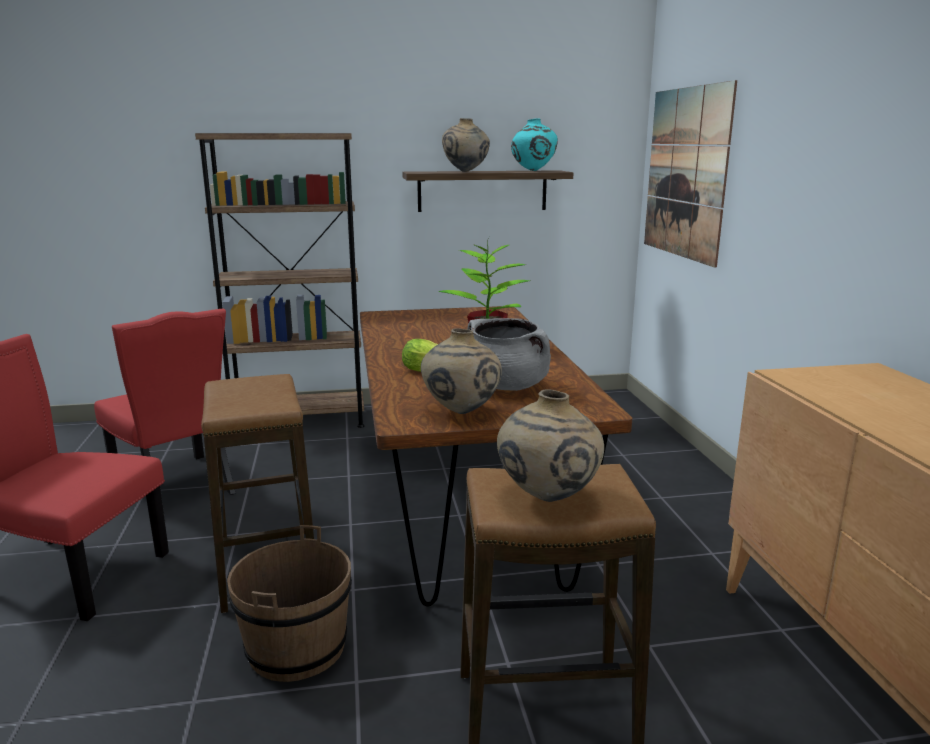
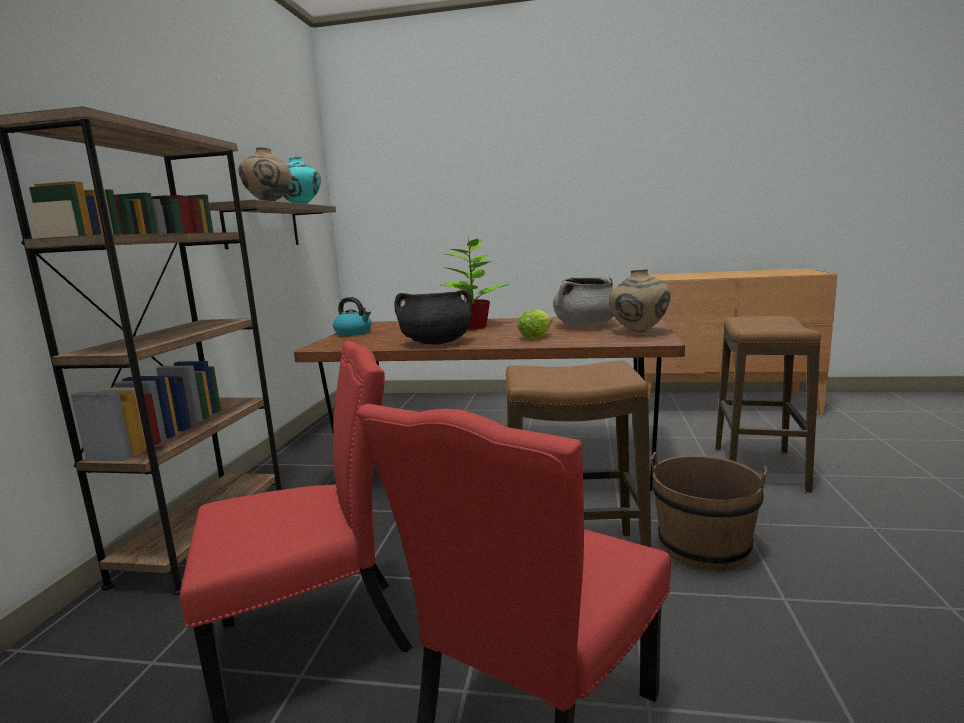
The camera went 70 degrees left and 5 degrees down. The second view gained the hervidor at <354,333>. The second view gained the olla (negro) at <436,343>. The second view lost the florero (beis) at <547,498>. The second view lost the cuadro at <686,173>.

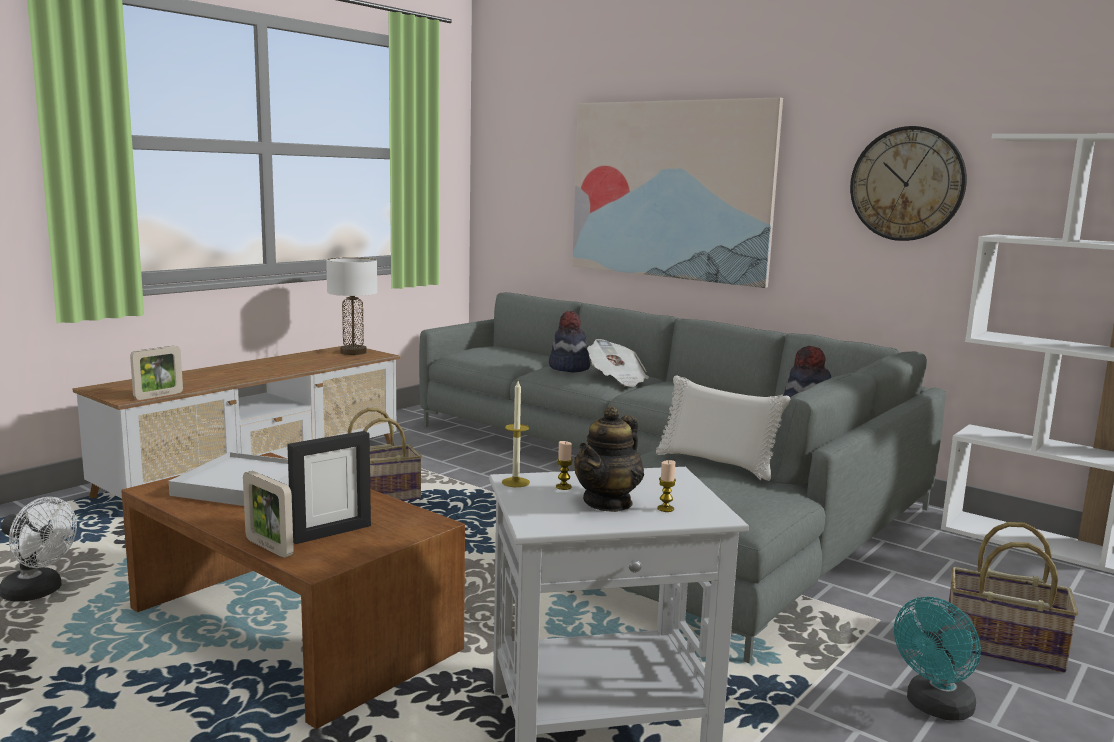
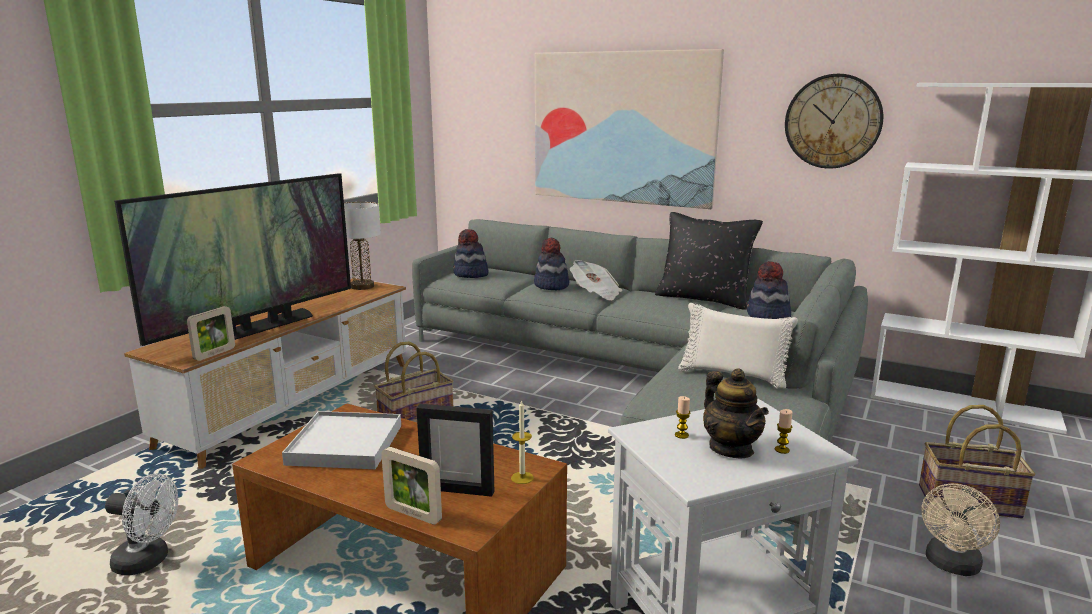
The camera went 10 degrees left and 5 degrees up. The second view gained the televisor at <258,328>. The portarretratos at <331,532> ended up facing another way, 60 degrees clockwise from before. The second view gained the sombrero at <470,274>. The vela ended up elsewhere, having gone from <515,482> to <522,478>. The second view gained the cojín (negro) at <704,299>. The tetera at <608,502> ended up facing another way, 45 degrees counterclockwise from before. What was the ventilador (turquesa) at <935,708> turned into the ventilador (beis) at <951,566>.

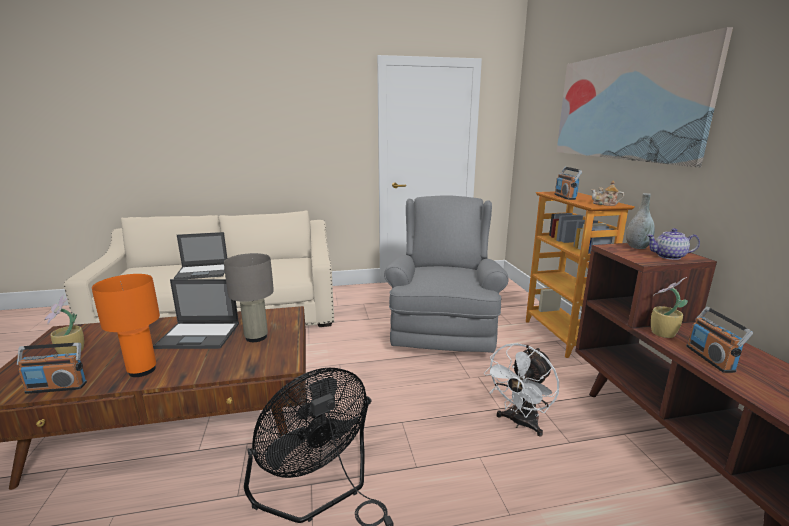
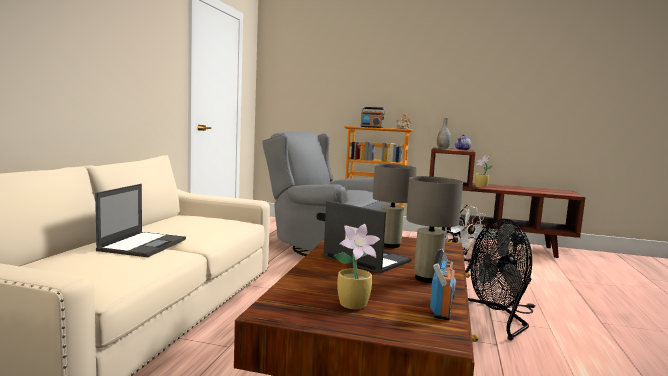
The camera went 65 degrees left and 10 degrees down. The portátil at <200,335> ended up facing another way, 75 degrees counterclockwise from before. What was the lámpara de mesa (naranja) at <142,371> turned into the lámpara de mesa (gris) at <428,278>. The second view lost the cuadro at <623,106>. The second view lost the radio at <710,358>.

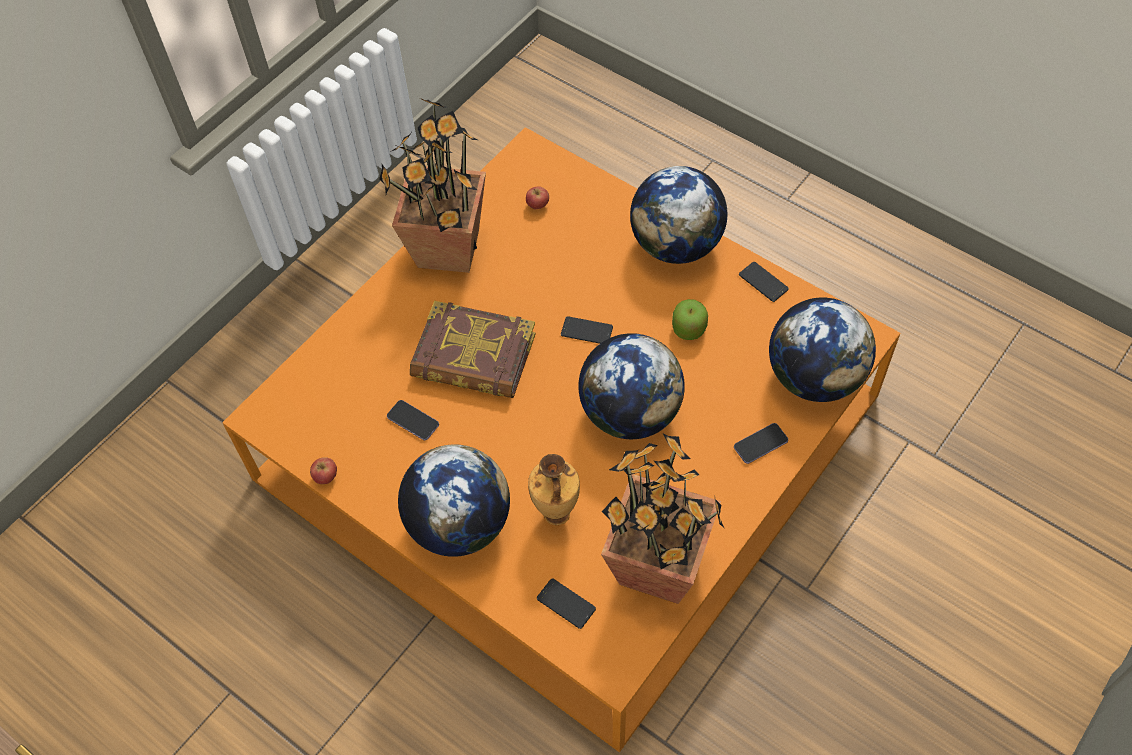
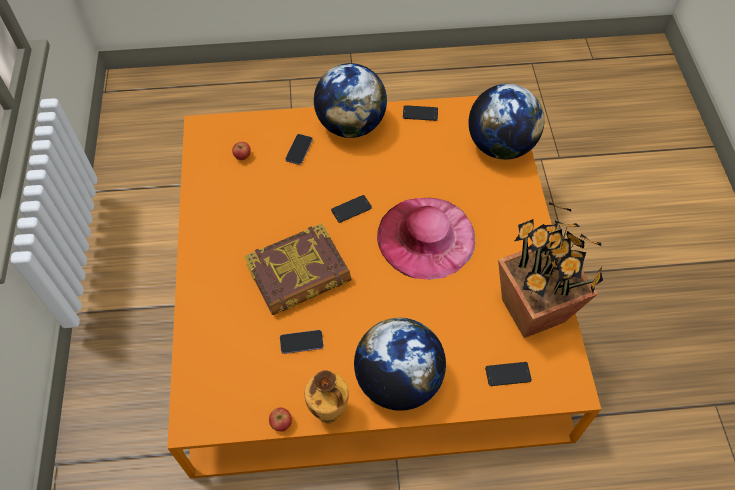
The camera went 45 degrees left and 0 degrees up. The móvil ended up elsewhere, having gone from <760,444> to <299,150>. The florero ended up elsewhere, having gone from <556,515> to <329,414>. Where the globo terráqueo stood at <630,412>, the sombrero (rosa) came to stand at <426,237>. The second view lost the planta en maceta at <447,249>. The second view lost the manzana at <689,329>.

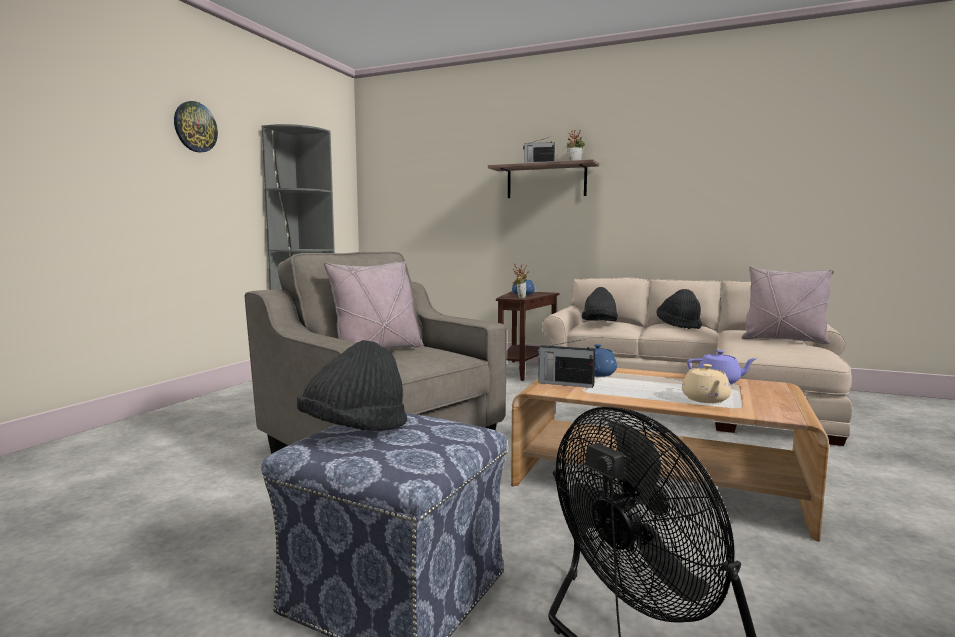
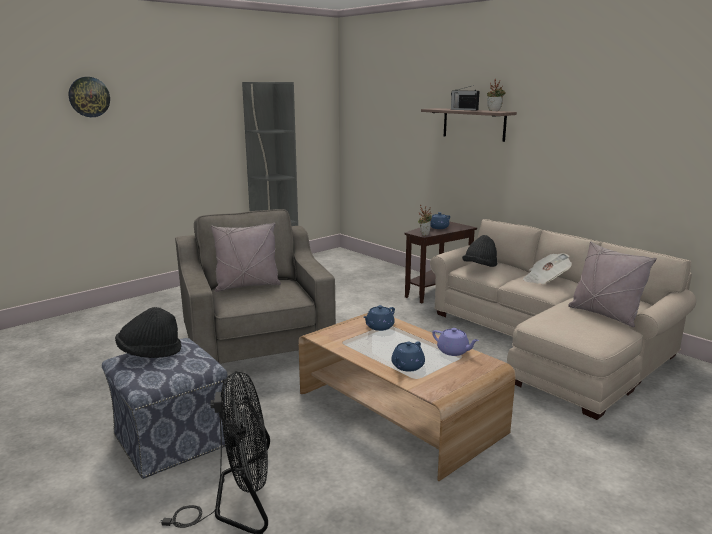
The camera went 25 degrees right and 10 degrees up. The reloj de pared ended up elsewhere, having gone from <195,127> to <89,97>. What was the tetera (beis) at <705,399> turned into the tetera (azul) at <407,366>. Where the sombrero (negro) stood at <678,326>, the periódico came to stand at <545,280>. The second view lost the radio at <565,383>.

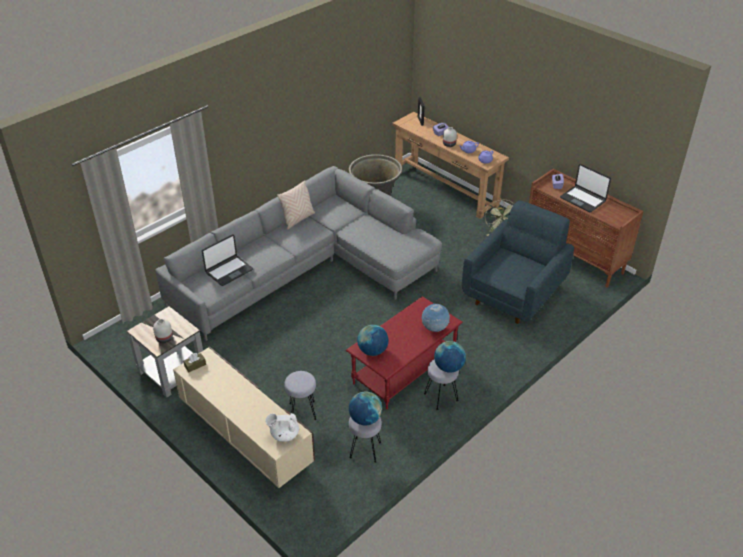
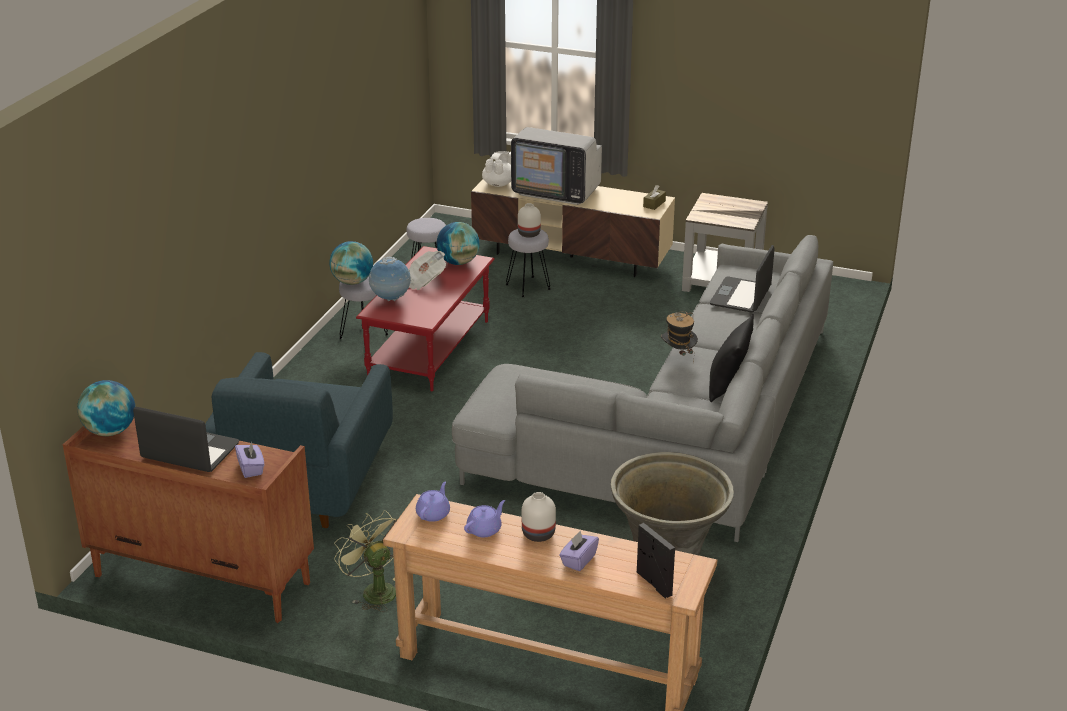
The camera went 155 degrees right and 10 degrees down. The globo terráqueo ended up elsewhere, having gone from <365,419> to <110,431>. The second view gained the periódico at <423,282>. The tetera (blanco) at <284,434> ended up facing another way, 45 degrees counterclockwise from before. The second view gained the televisor at <556,191>. The florero (blanco) ended up elsewhere, having gone from <164,339> to <528,234>. The second view gained the sombrero at <678,356>. What was the cojín (beis) at <298,219> turned into the cojín (negro) at <727,387>.

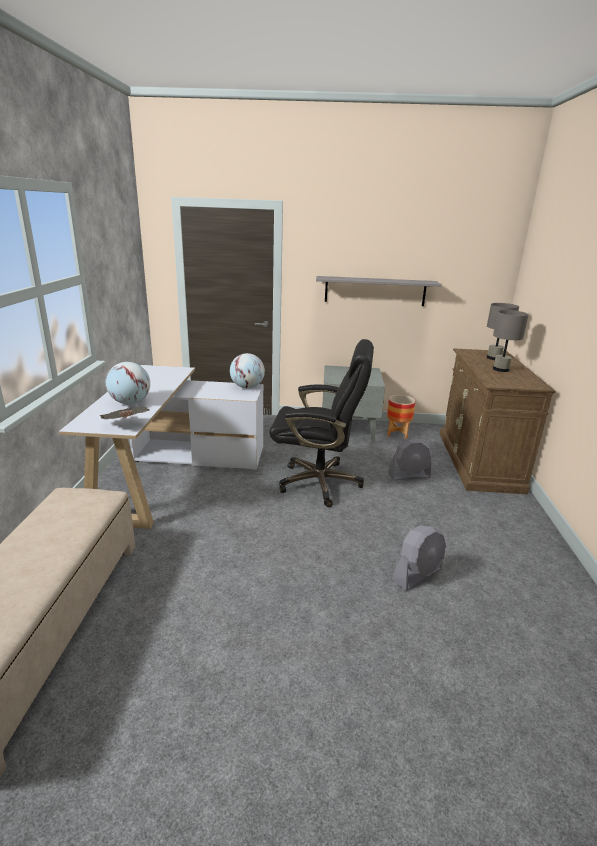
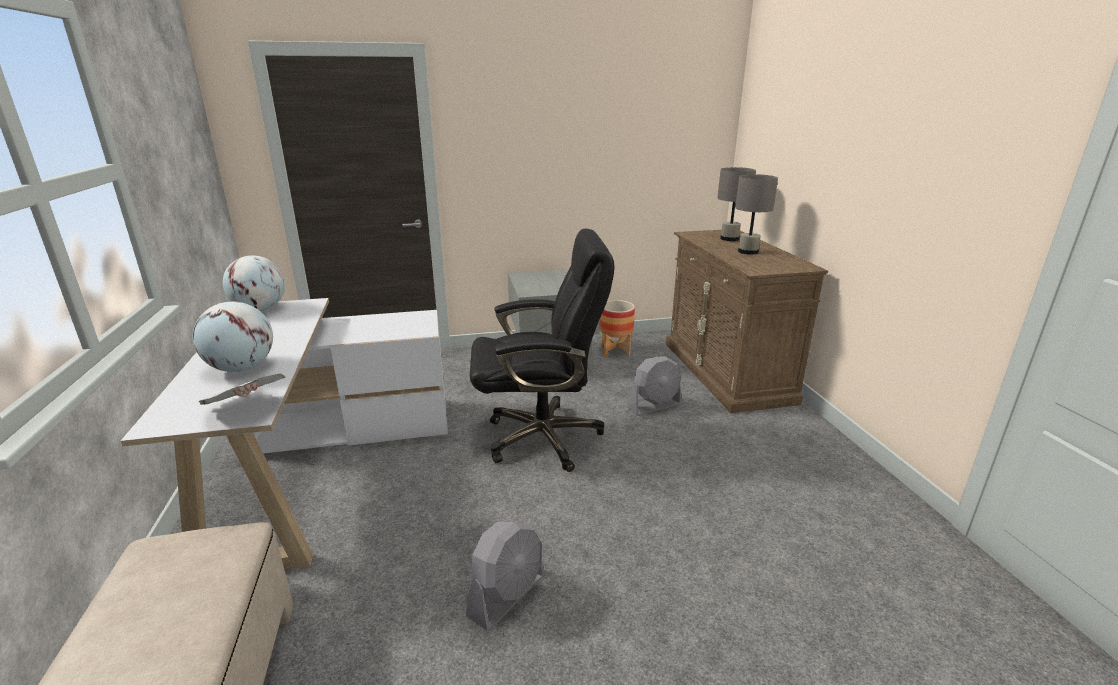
The camera went 15 degrees left and 0 degrees up. The globo terráqueo ended up elsewhere, having gone from <247,387> to <260,309>. The ventilador (gris) ended up elsewhere, having gone from <417,574> to <507,595>. The second view lost the estante (gris) at <375,291>.

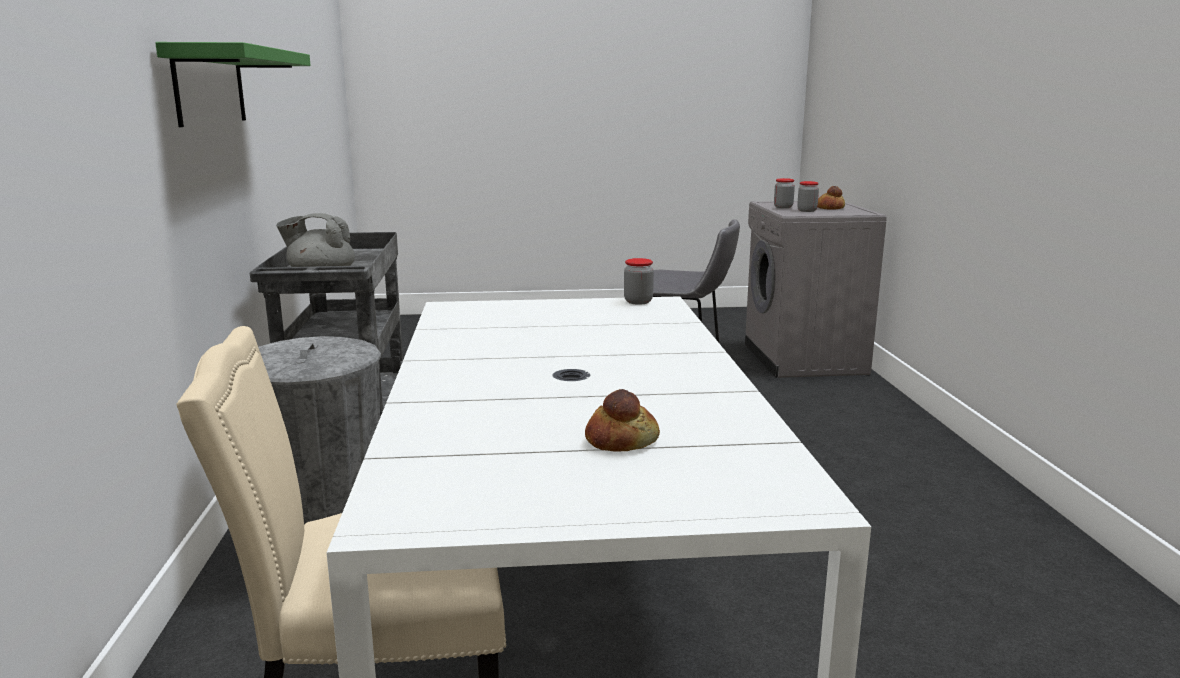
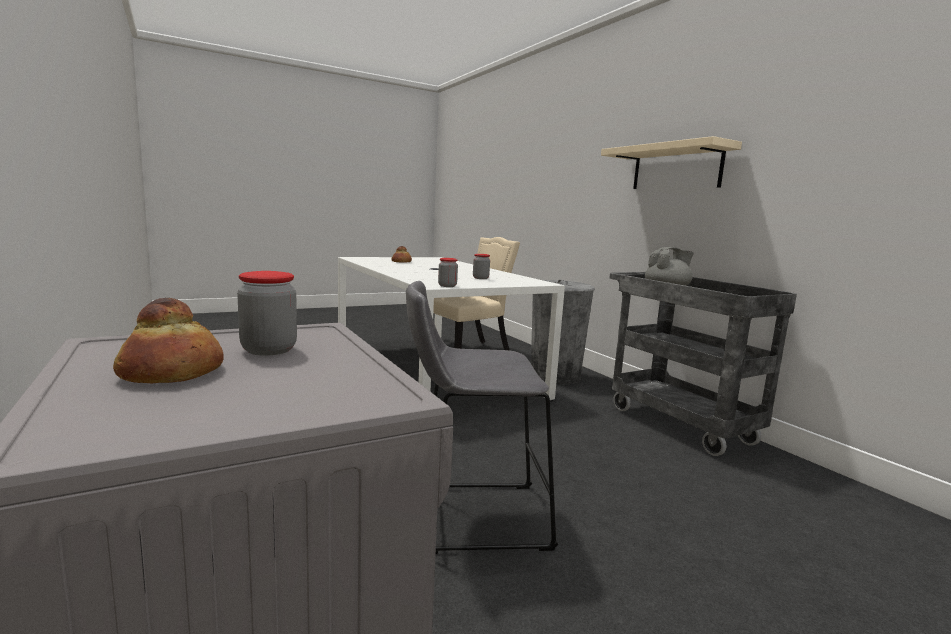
The camera went 155 degrees right and 5 degrees down. The tarro ended up elsewhere, having gone from <783,207> to <480,278>. What was the estante (verde) at <210,86> turned into the estante (beis) at <676,168>.

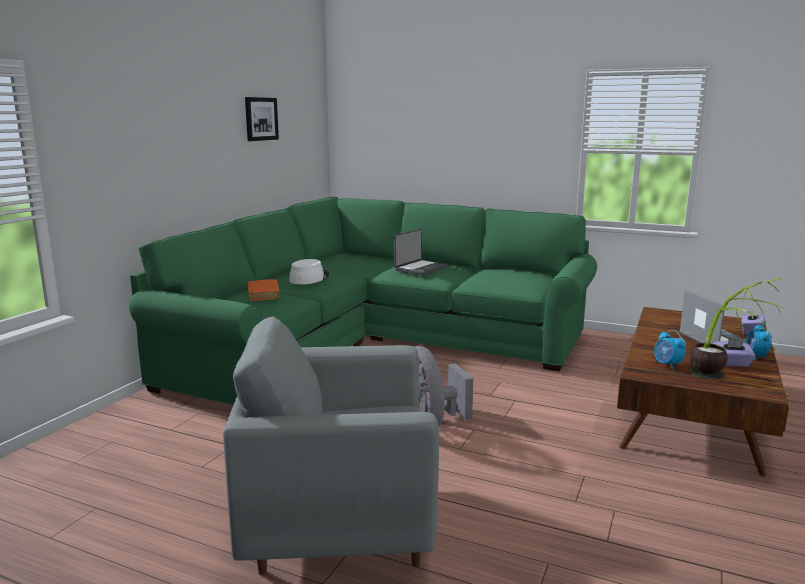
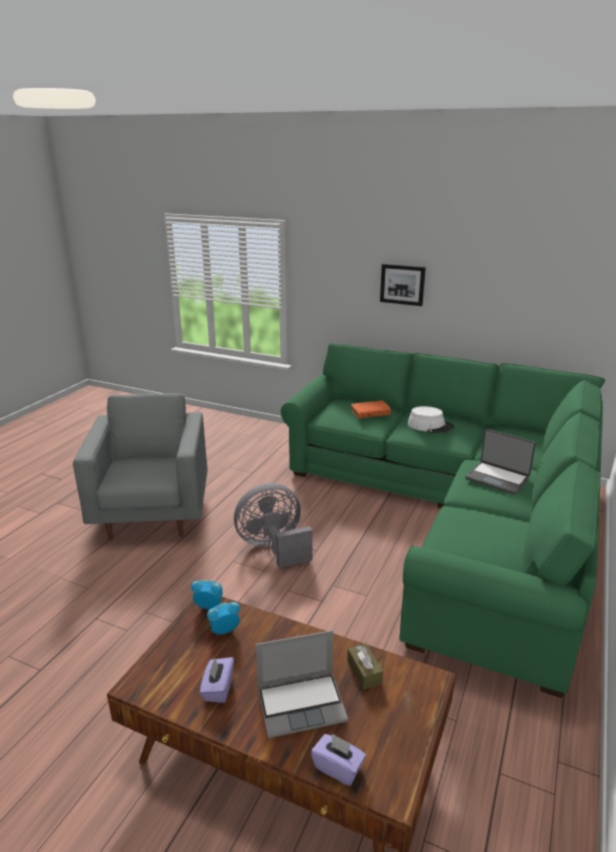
The camera went 90 degrees right and 10 degrees up. The despertador ended up elsewhere, having gone from <755,356> to <209,606>. The second view gained the caja de pañuelos (marrón) at <364,672>. The cuadro ended up elsewhere, having gone from <261,119> to <402,284>. The second view lost the planta en maceta at <722,380>.

